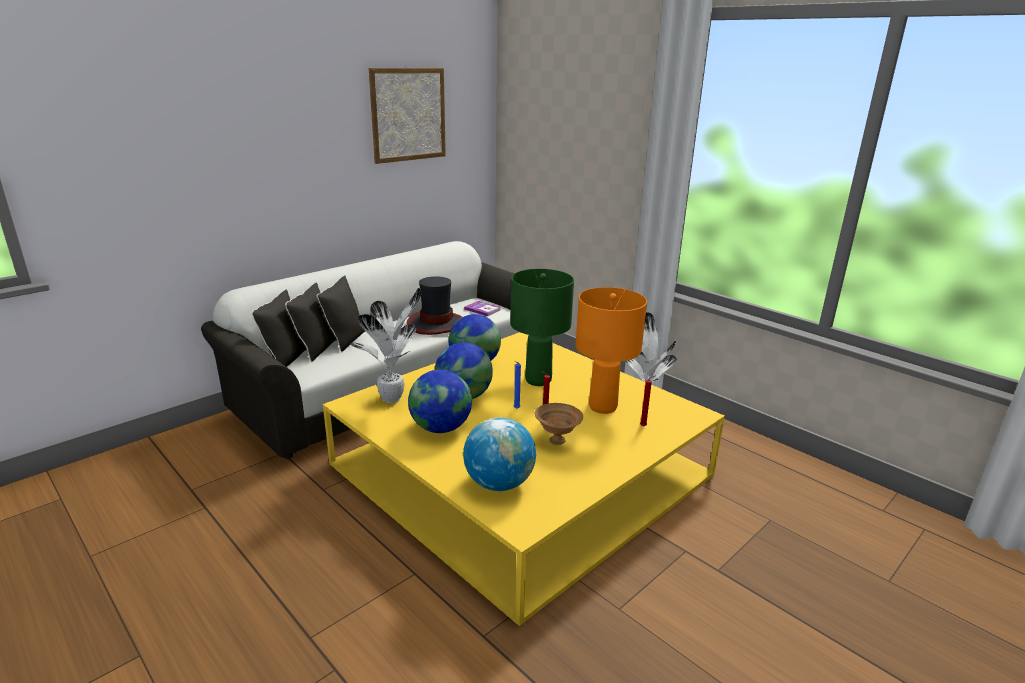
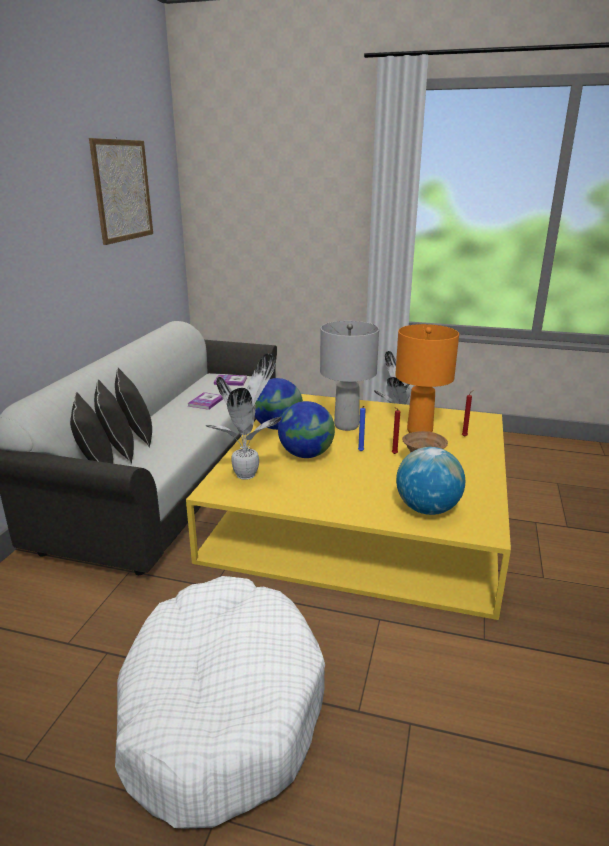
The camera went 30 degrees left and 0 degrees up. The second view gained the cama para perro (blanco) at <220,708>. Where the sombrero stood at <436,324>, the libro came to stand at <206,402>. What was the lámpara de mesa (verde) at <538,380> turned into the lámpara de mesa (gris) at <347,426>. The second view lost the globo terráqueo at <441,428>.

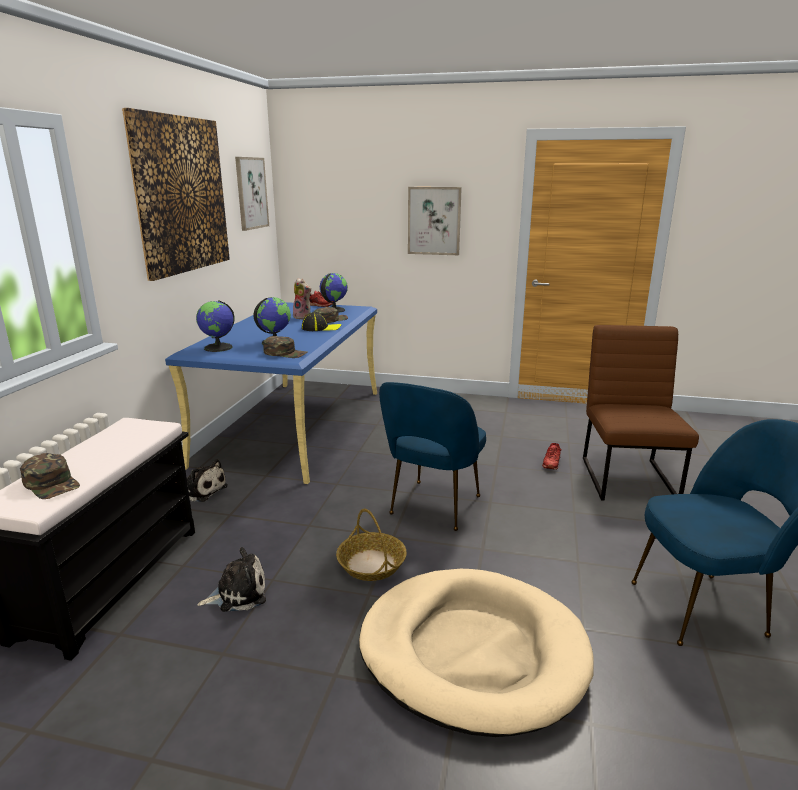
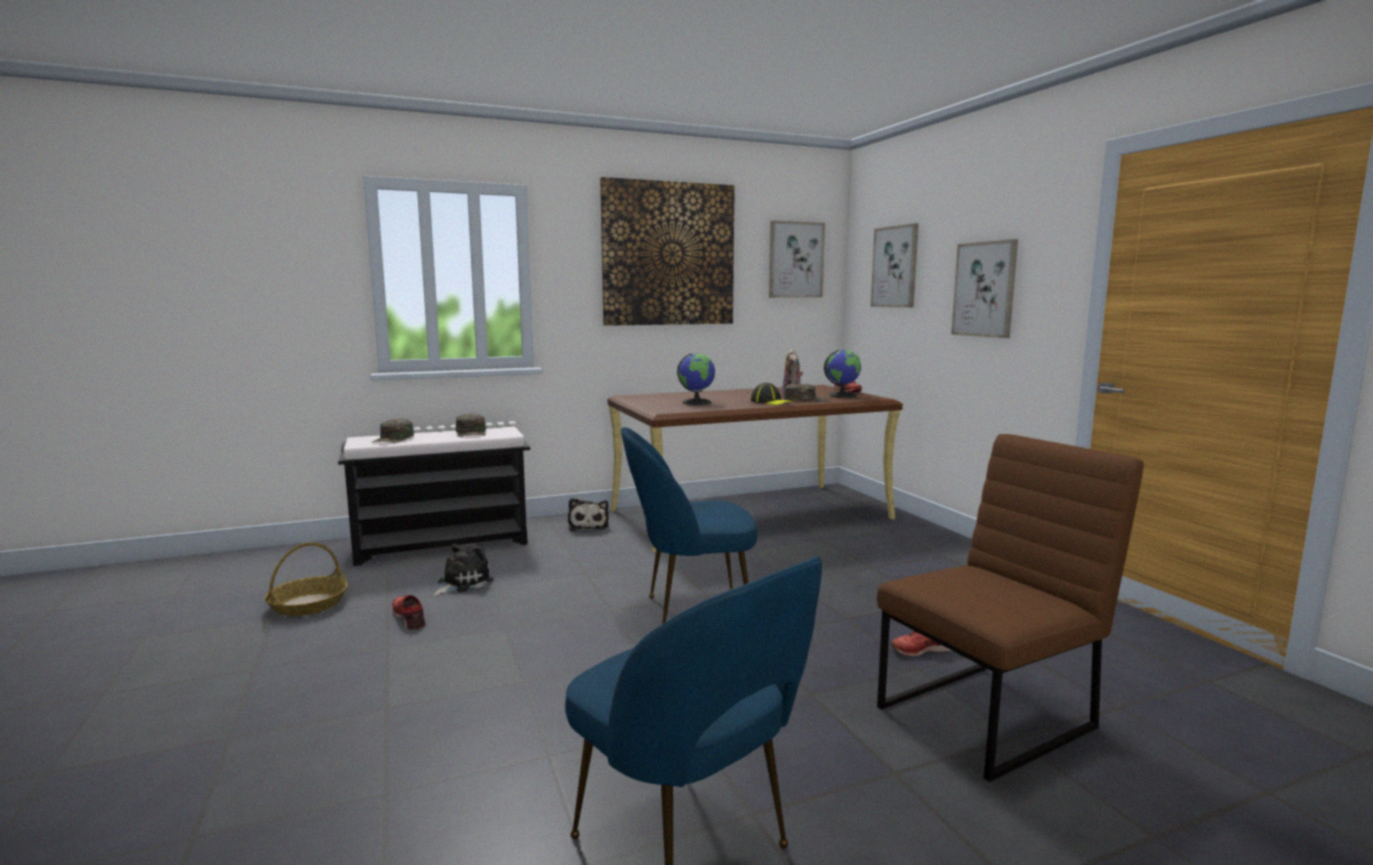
The camera went 55 degrees right and 10 degrees down. The cesta ended up elsewhere, having gone from <372,564> to <308,605>. The second view gained the zapato (rojo) at <410,617>. The peluche at <238,593> ended up facing another way, 90 degrees counterclockwise from before. The gorra (verde) ended up elsewhere, having gone from <285,353> to <471,432>. What was the escritorio (azul) at <294,425> turned into the escritorio (marrón) at <750,514>. The second view gained the cuadro at <895,267>. The second view lost the globo terráqueo at <218,348>. The second view lost the cama para perro (beis) at <472,652>.

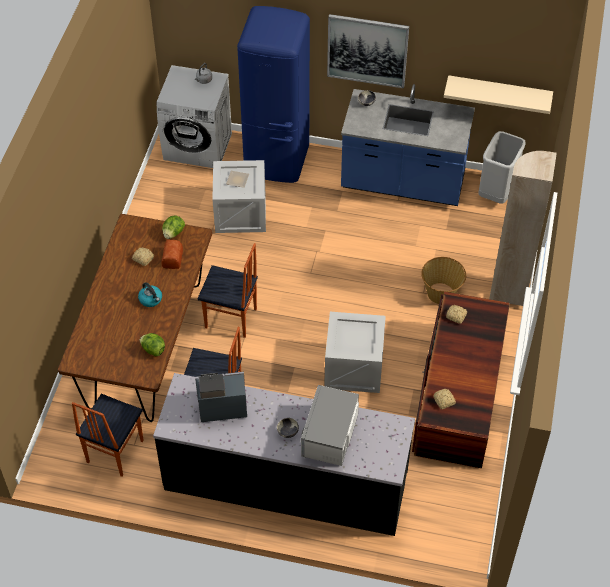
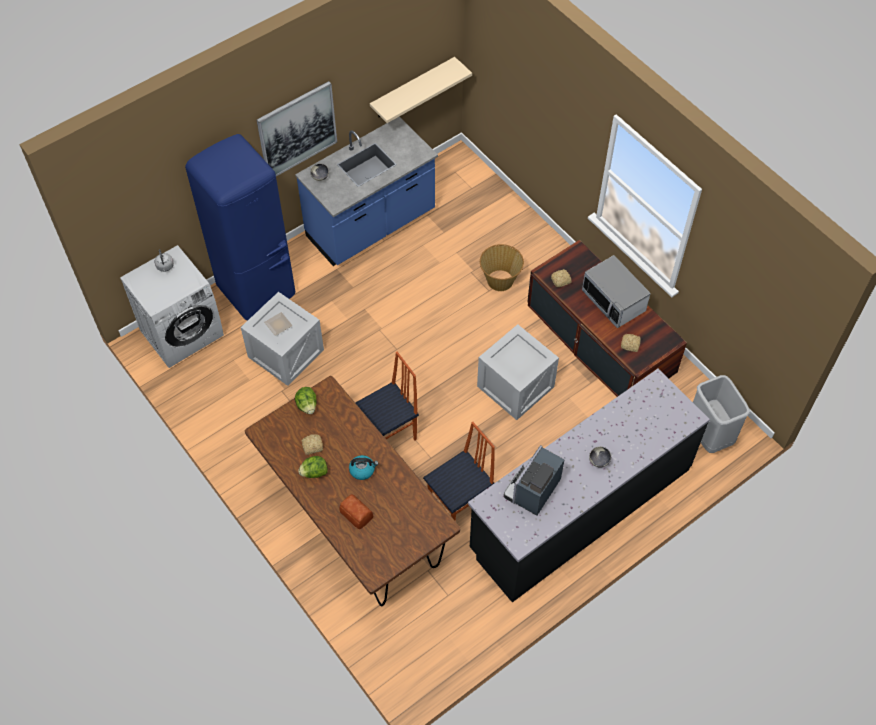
The camera went 50 degrees left and 5 degrees up. The lechuga ended up elsewhere, having gone from <153,349> to <314,472>. The pan ended up elsewhere, having gone from <172,258> to <356,515>. The microondas ended up elsewhere, having gone from <330,436> to <614,301>. The papelera (gris) ended up elsewhere, having gone from <496,192> to <708,435>. The second view lost the silla at <114,451>. The second view lost the estantería (beis) at <509,293>.

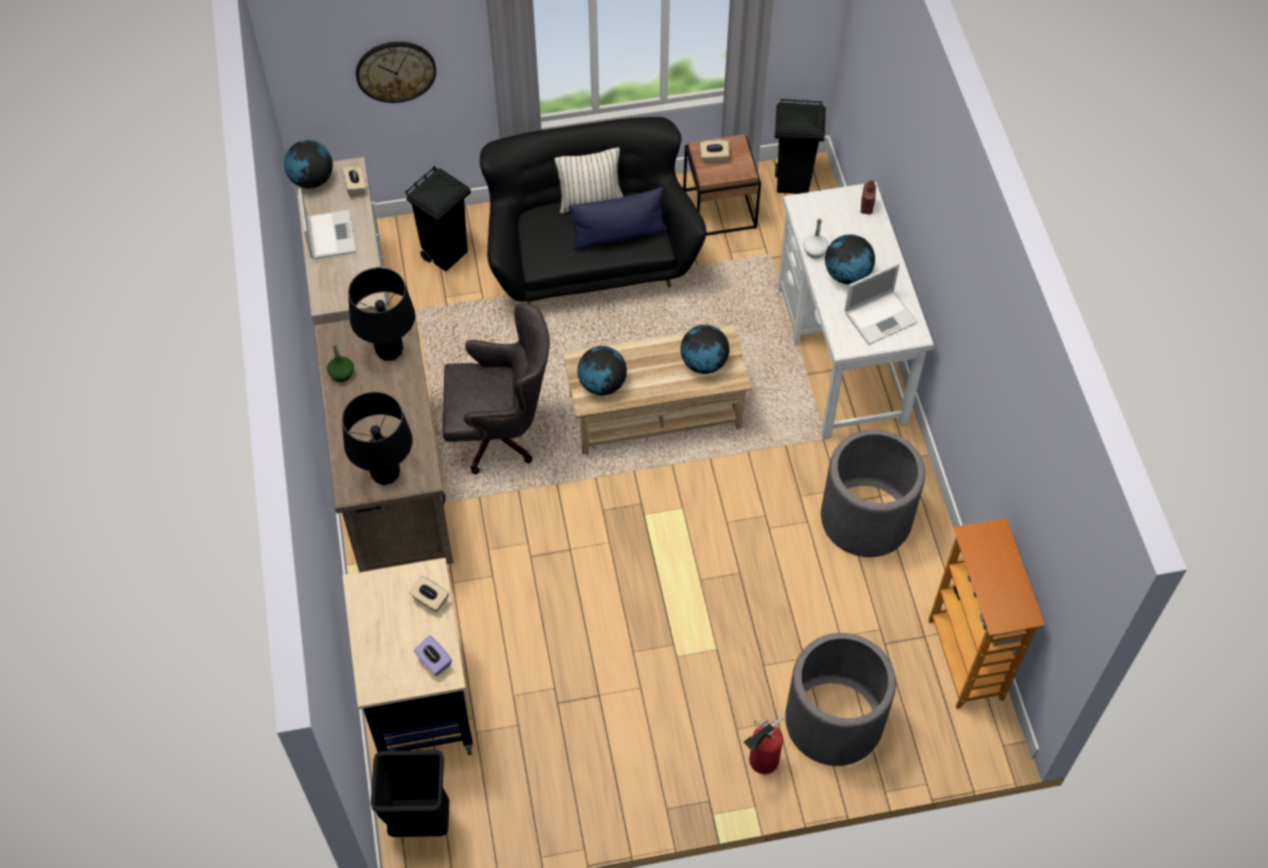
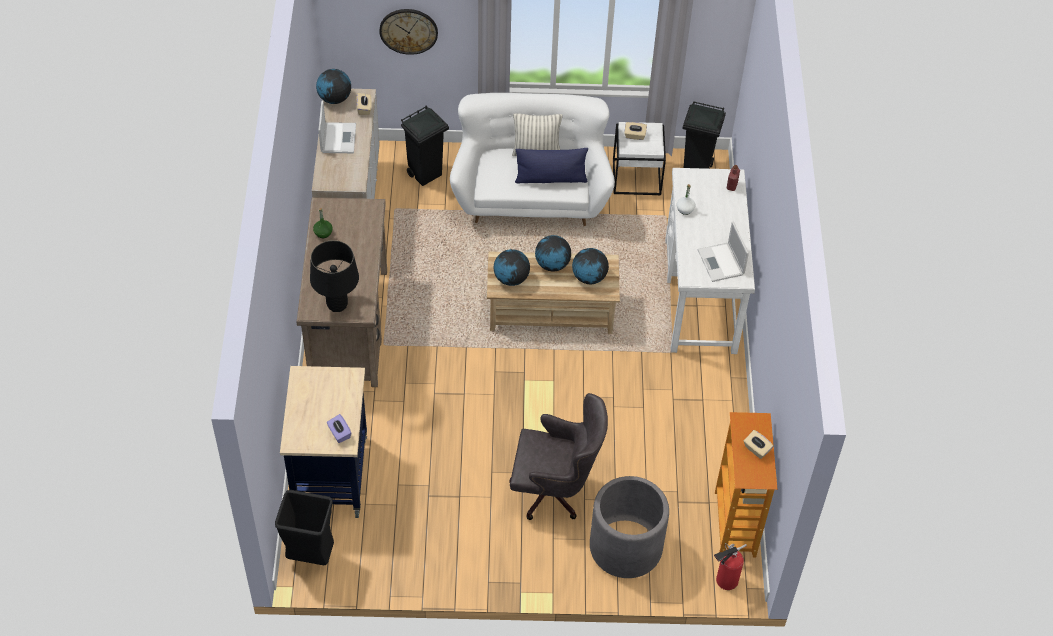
The camera went 10 degrees right and 5 degrees down. What was the sofá (negro) at <590,258> turned into the sofá (blanco) at <531,195>. The silla de oficina (gris) ended up elsewhere, having gone from <499,435> to <554,492>. The globo terráqueo ended up elsewhere, having gone from <847,275> to <552,265>. What was the mesa auxiliar (marrón) at <720,208> turned into the mesa auxiliar (blanco) at <637,177>. The portátil at <881,317> ended up facing another way, 90 degrees clockwise from before. The extintor ended up elsewhere, having gone from <761,762> to <725,581>. The caja de pañuelos (beis) ended up elsewhere, having gone from <430,600> to <756,449>. The second view lost the lámpara de mesa (negro) at <389,350>. The second view lost the maceta (gris) at <866,518>.

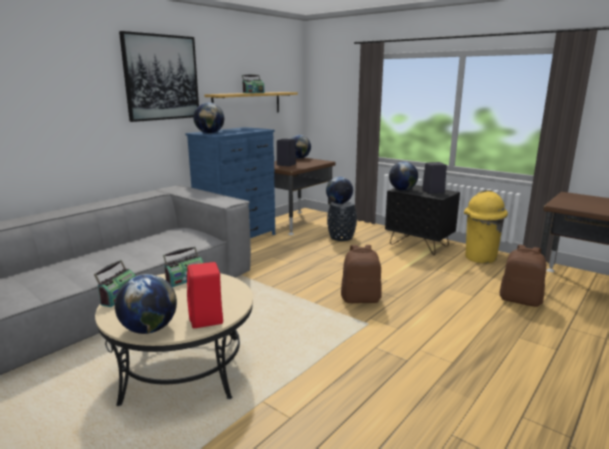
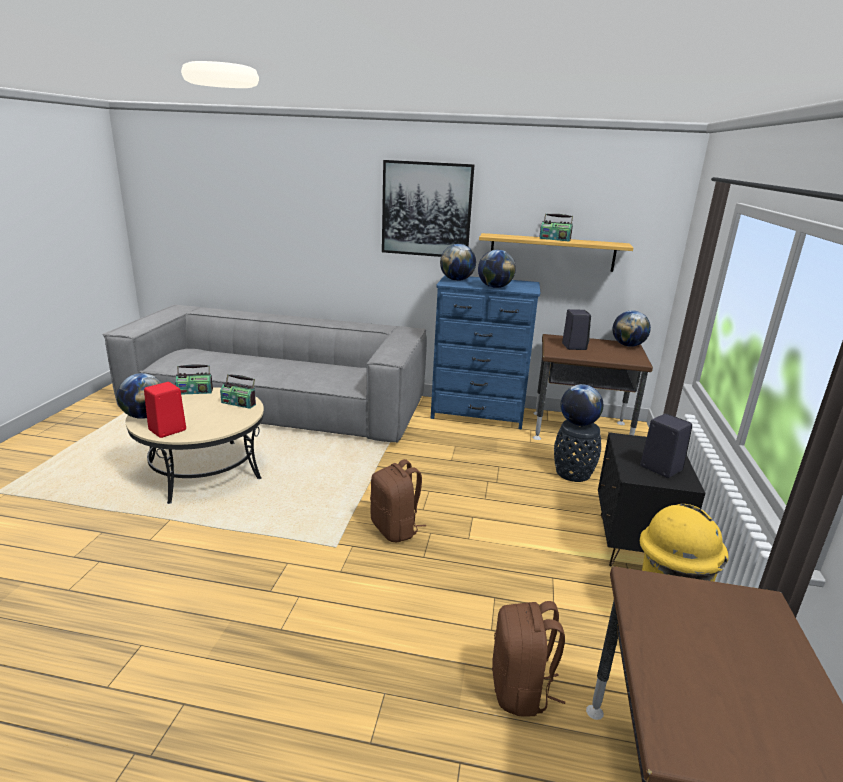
The camera went 60 degrees right and 5 degrees up. The globo terráqueo ended up elsewhere, having gone from <402,190> to <494,287>.

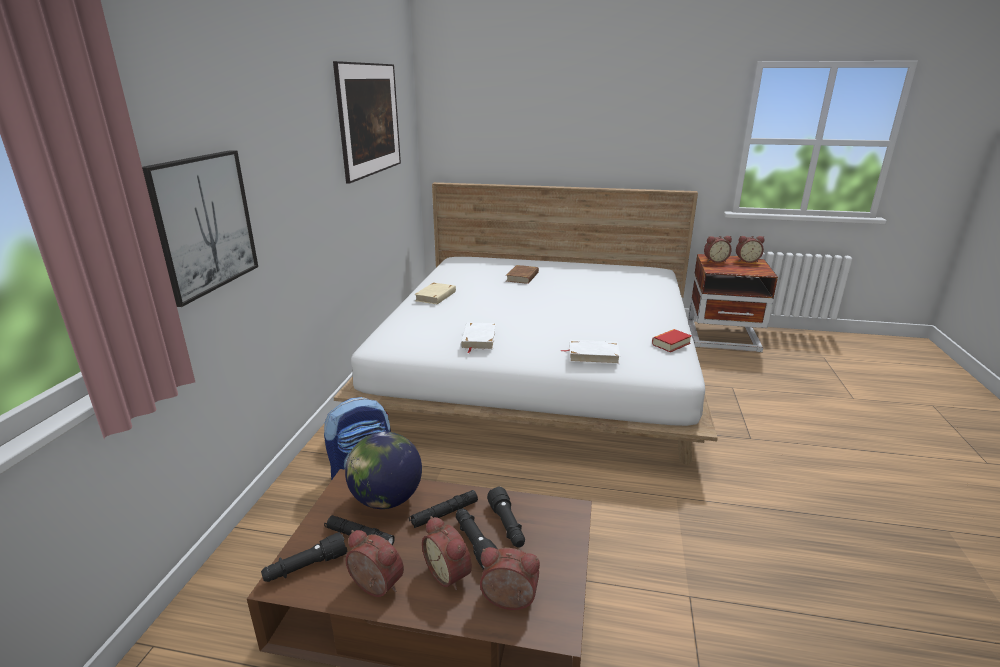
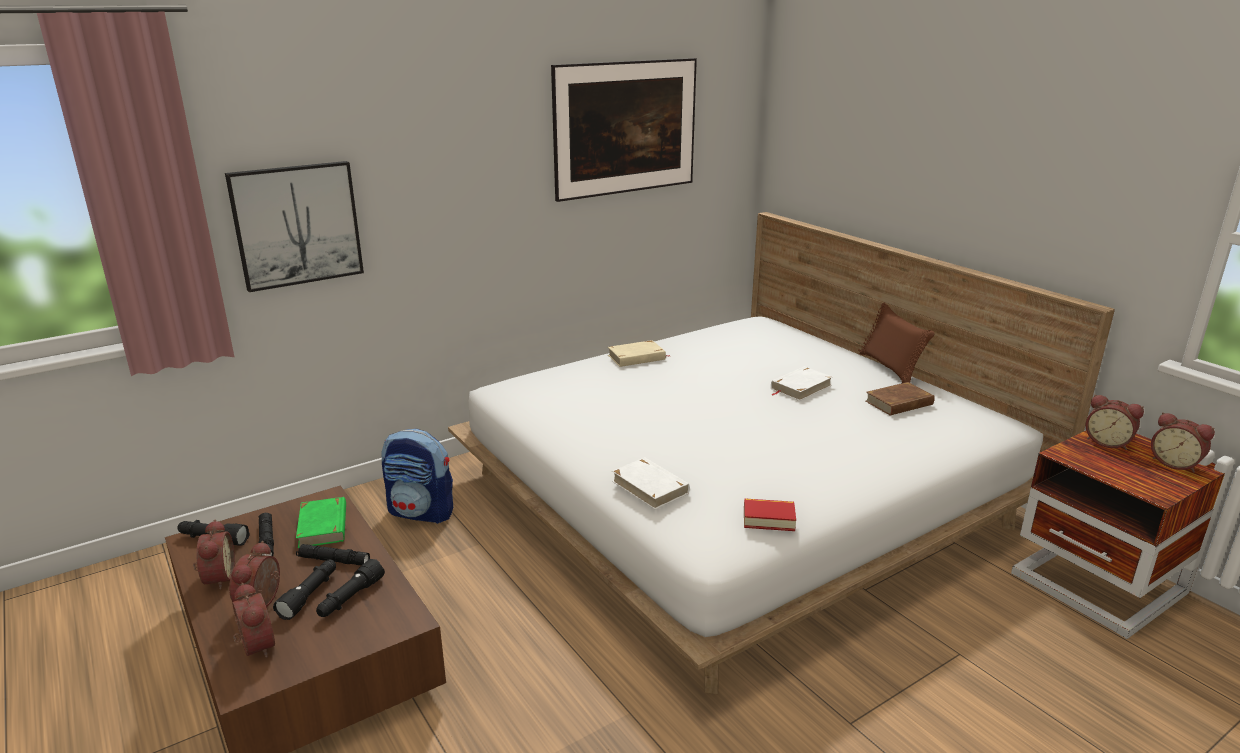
The camera went 45 degrees right and 0 degrees up. Where the globo terráqueo stood at <387,499>, the libro (verde) came to stand at <323,526>. The libro (blanco) ended up elsewhere, having gone from <478,339> to <800,387>. The second view gained the cojín (marrón) at <891,368>. The libro (marrón) ended up elsewhere, having gone from <522,277> to <899,403>.

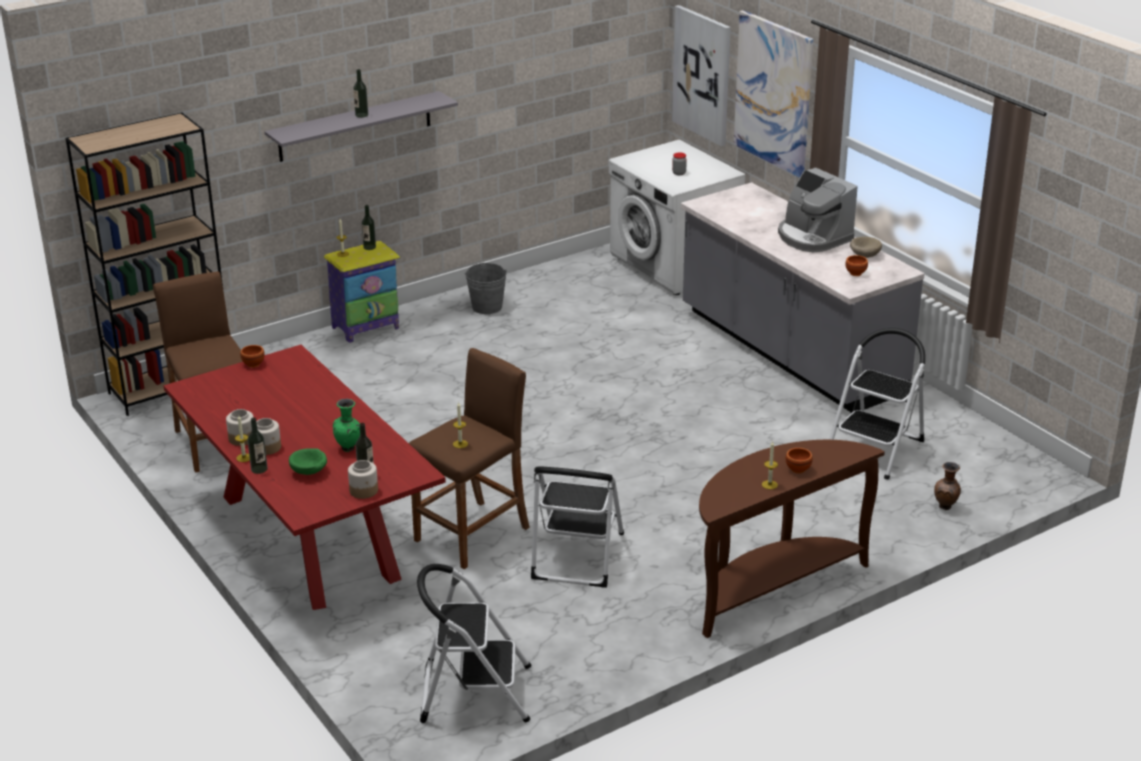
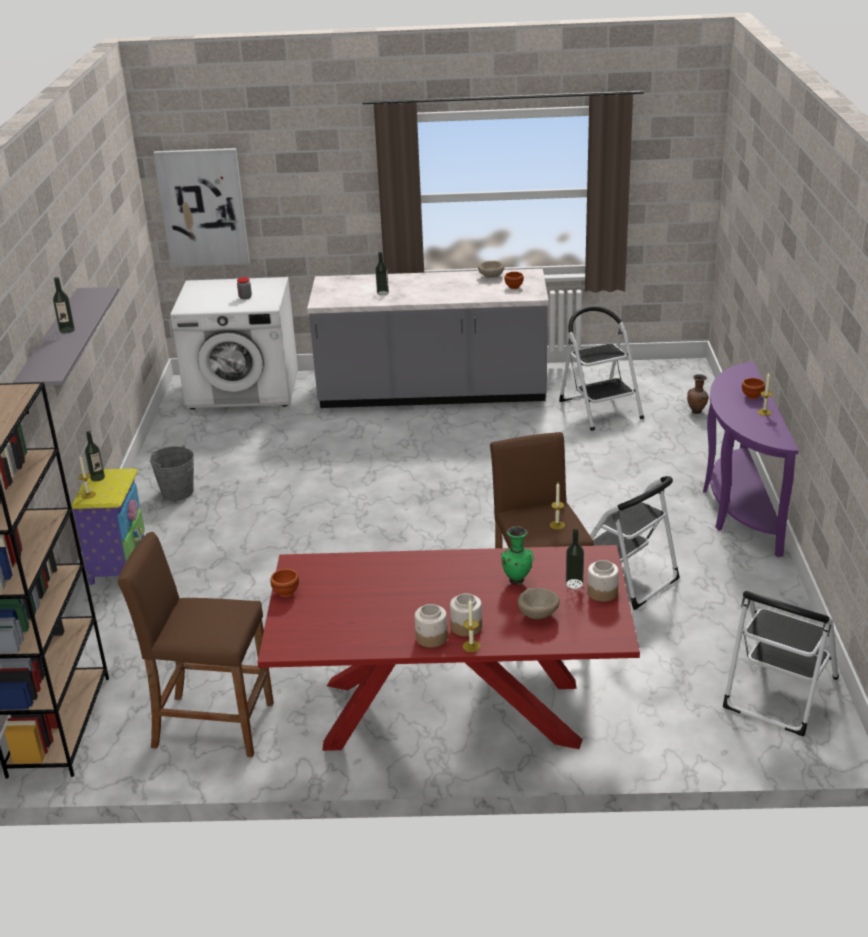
The camera went 55 degrees left and 0 degrees up. The botella ended up elsewhere, having gone from <259,469> to <382,293>. What was the cuenco (verde) at <309,472> turned into the cuenco (beis) at <539,614>. What was the mesa consola (marrón) at <771,587> turned into the mesa consola (morado) at <738,508>. The second view lost the cuadro at <773,93>. The second view lost the cafetera at <813,237>.

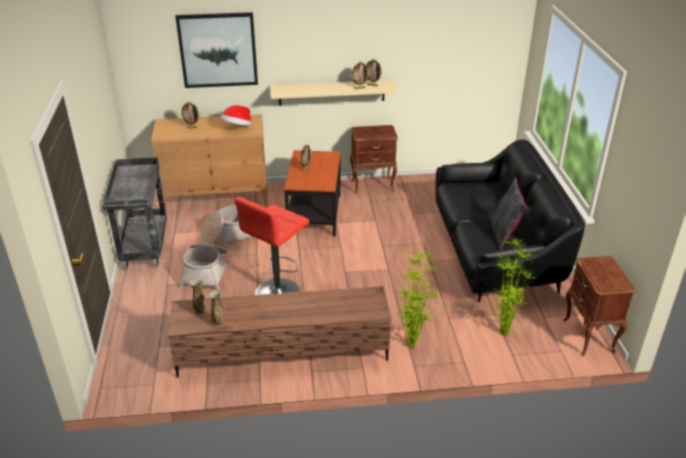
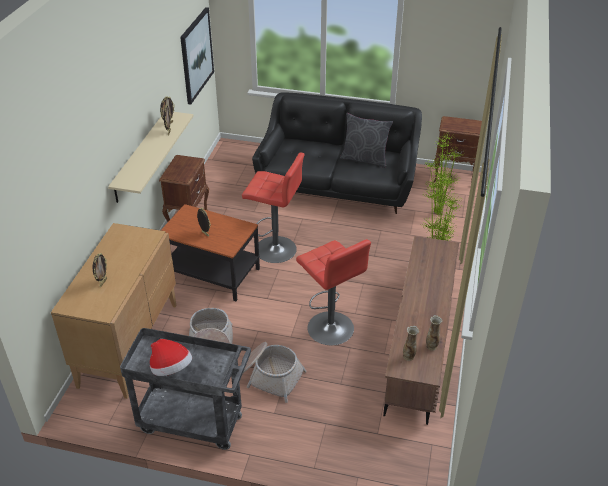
The camera went 70 degrees left and 5 degrees up. The sombrero ended up elsewhere, having gone from <237,128> to <171,369>. The cuadro ended up elsewhere, having gone from <218,50> to <196,55>. The second view gained the taburete (rojo) at <276,250>.

